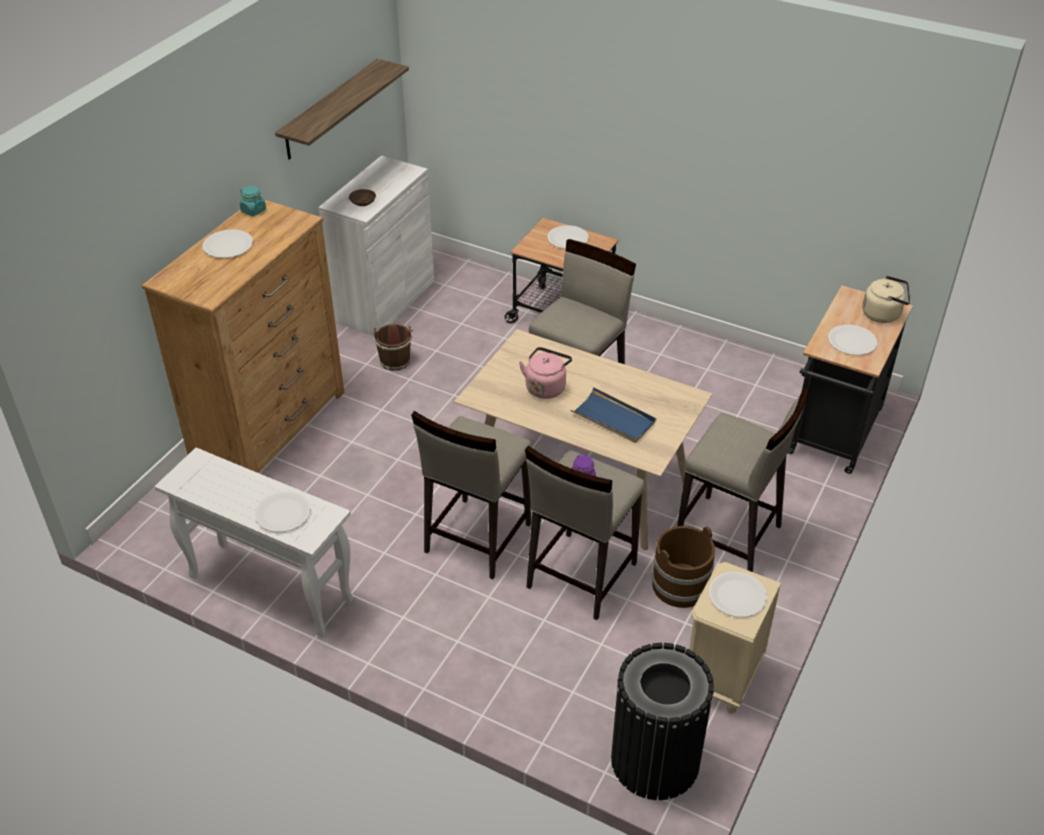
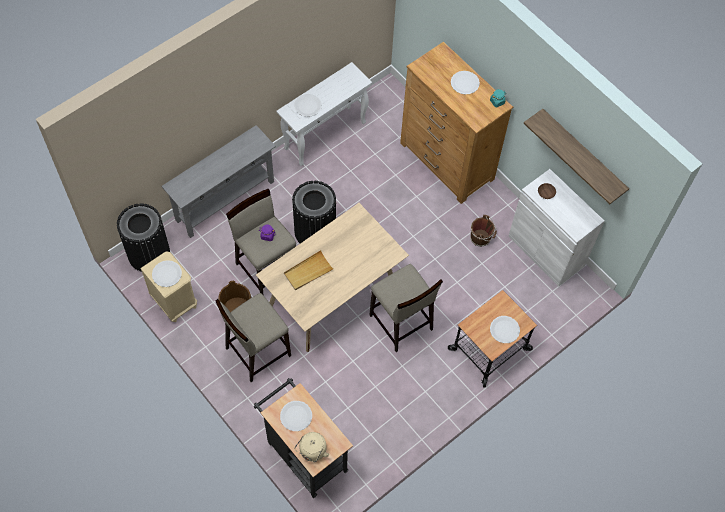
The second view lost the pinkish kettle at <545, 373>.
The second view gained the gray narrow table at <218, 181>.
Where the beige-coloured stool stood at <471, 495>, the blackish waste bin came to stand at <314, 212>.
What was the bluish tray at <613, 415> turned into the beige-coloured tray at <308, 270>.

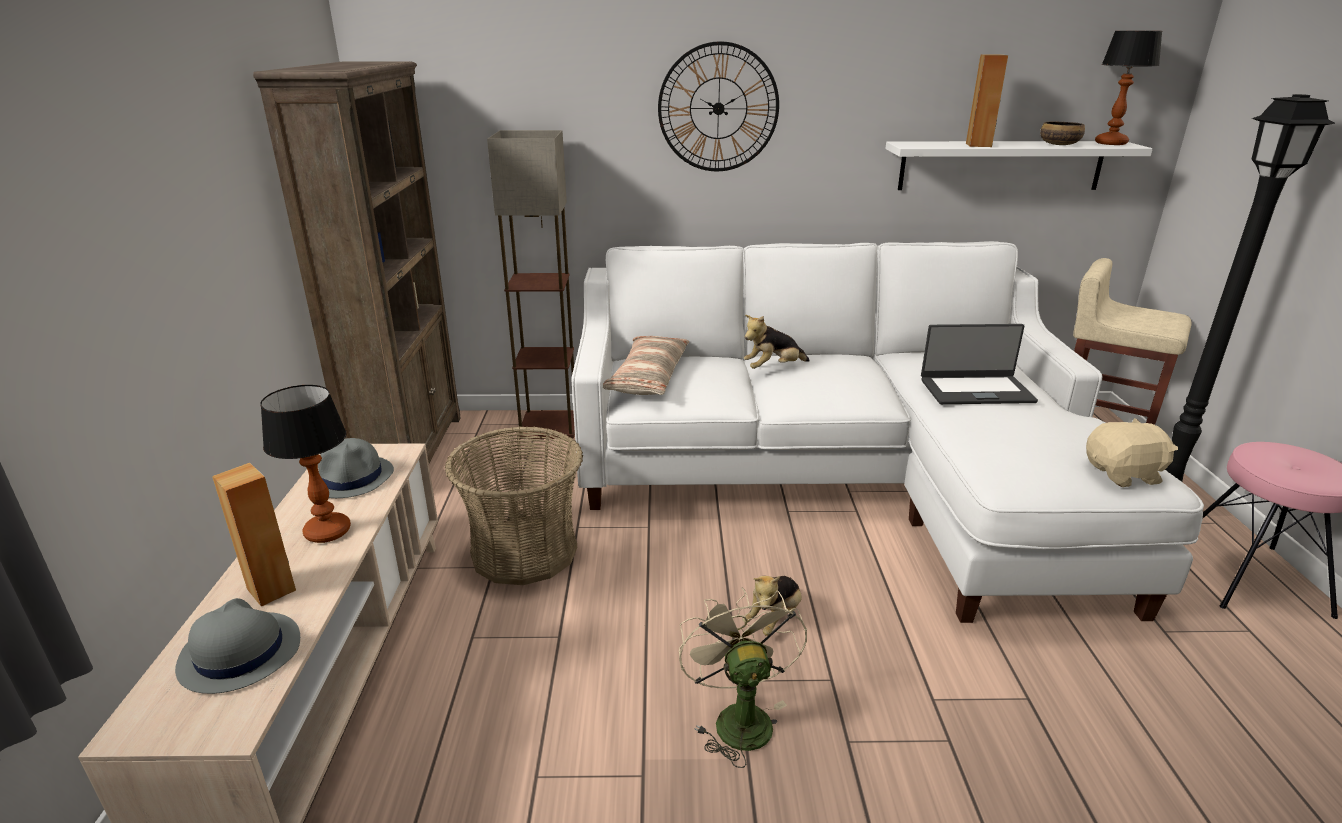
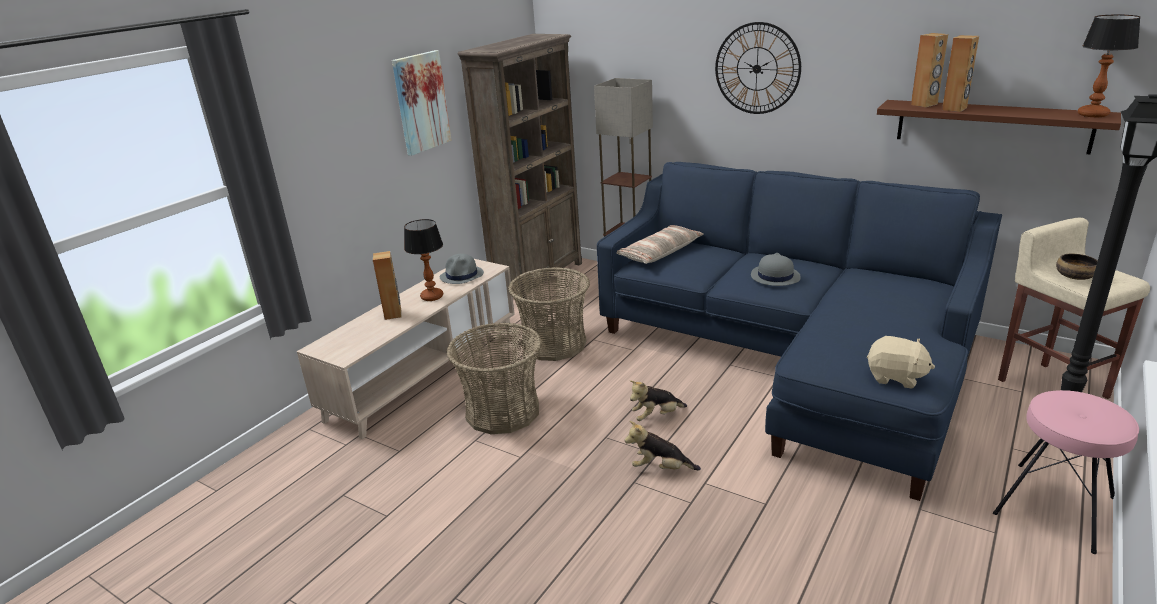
The second view lost the beige-coloured fan at <743, 677>.
The second view lost the notebook computer at <979, 364>.
The second view gained the picture at <422, 103>.
The second view gained the household basket at <494, 378>.
The second view gained the brown loudspeaker at <929, 70>.
The gray clothing hat ended up elsewhere, having gone from <237, 646> to <776, 269>.
The plush toy ended up elsewhere, having gone from <777, 342> to <662, 445>.
The serving bowl ended up elsewhere, having gone from <1062, 133> to <1077, 267>.
What was the white couch at <888, 432> turned into the bluish couch at <799, 331>.
What was the white wall shelf at <1019, 165> turned into the brown wall shelf at <999, 127>.

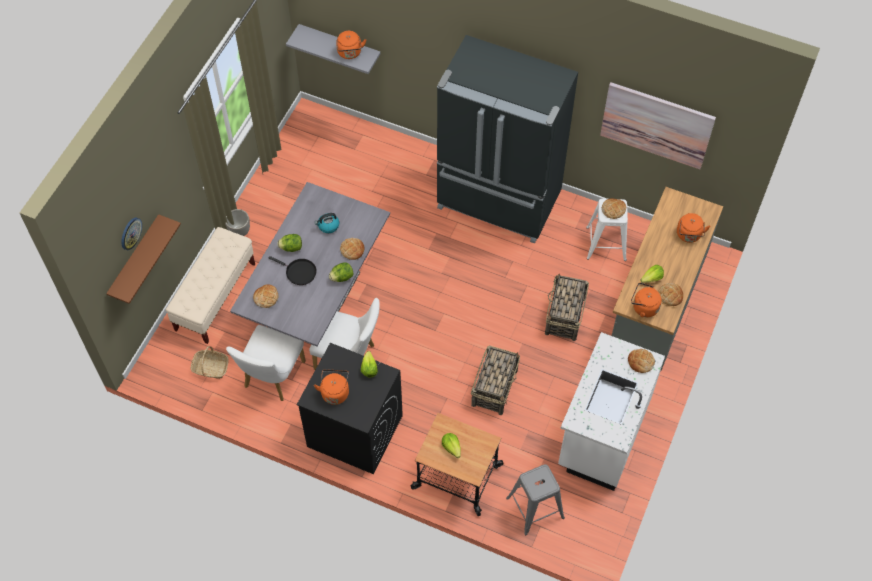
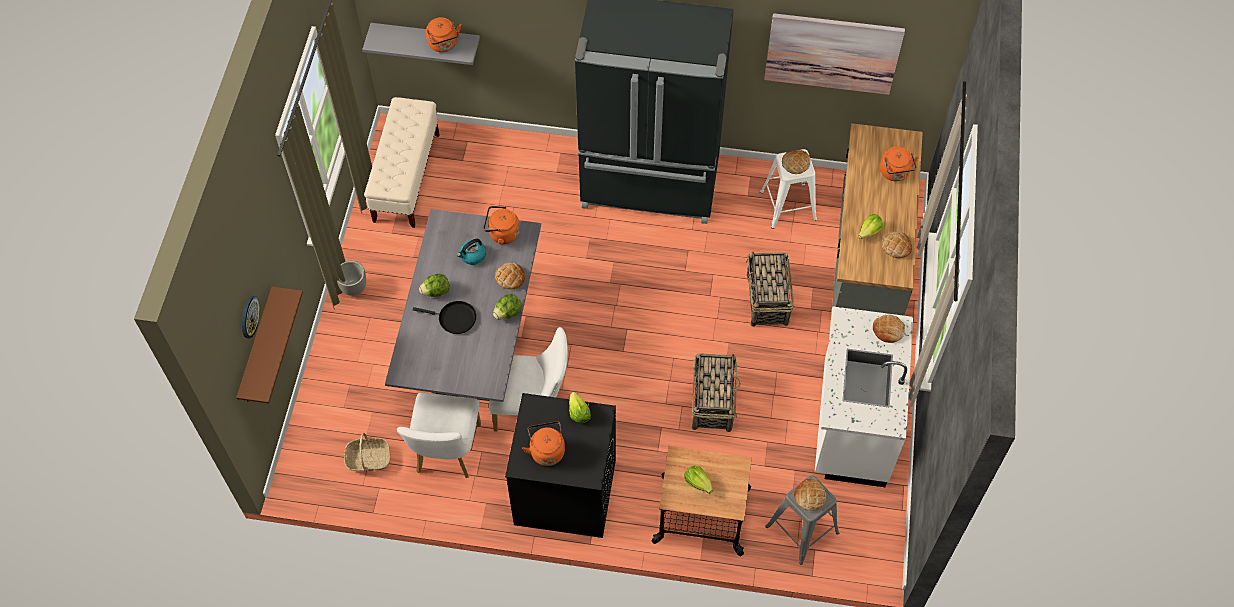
The beige-coloured bench ended up elsewhere, having gone from <210, 285> to <402, 162>.
The bakery bread ended up elsewhere, having gone from <265, 296> to <810, 495>.
The orangey kettle ended up elsewhere, having gone from <646, 299> to <502, 225>.

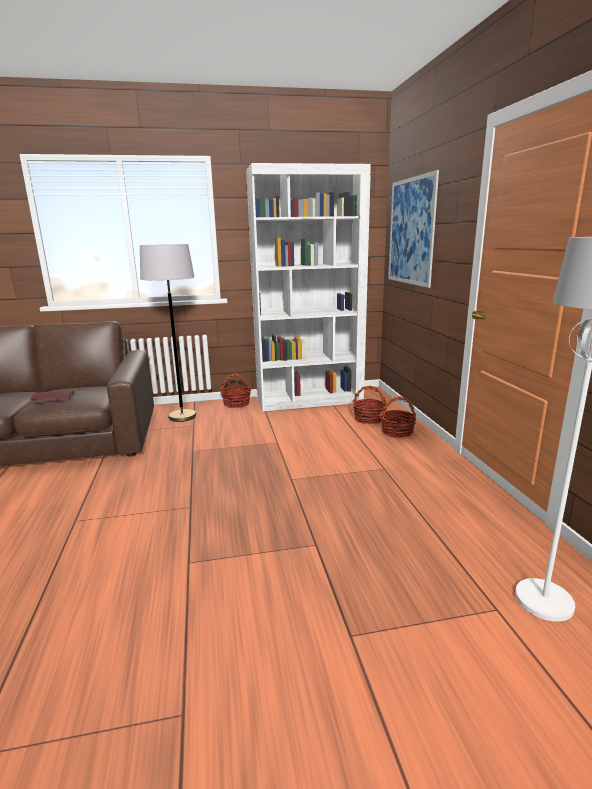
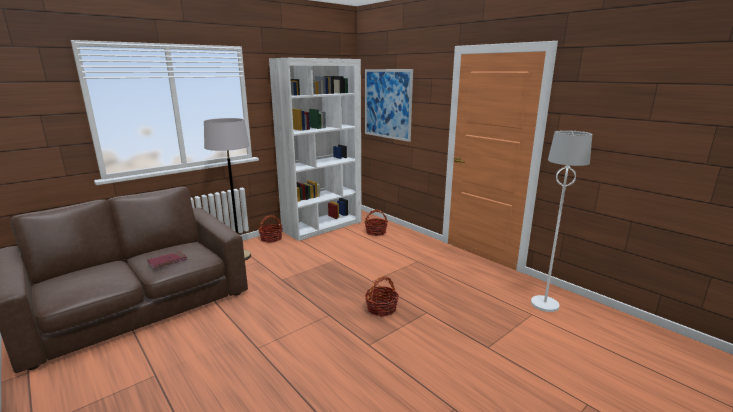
The household basket ended up elsewhere, having gone from <398, 417> to <382, 296>.

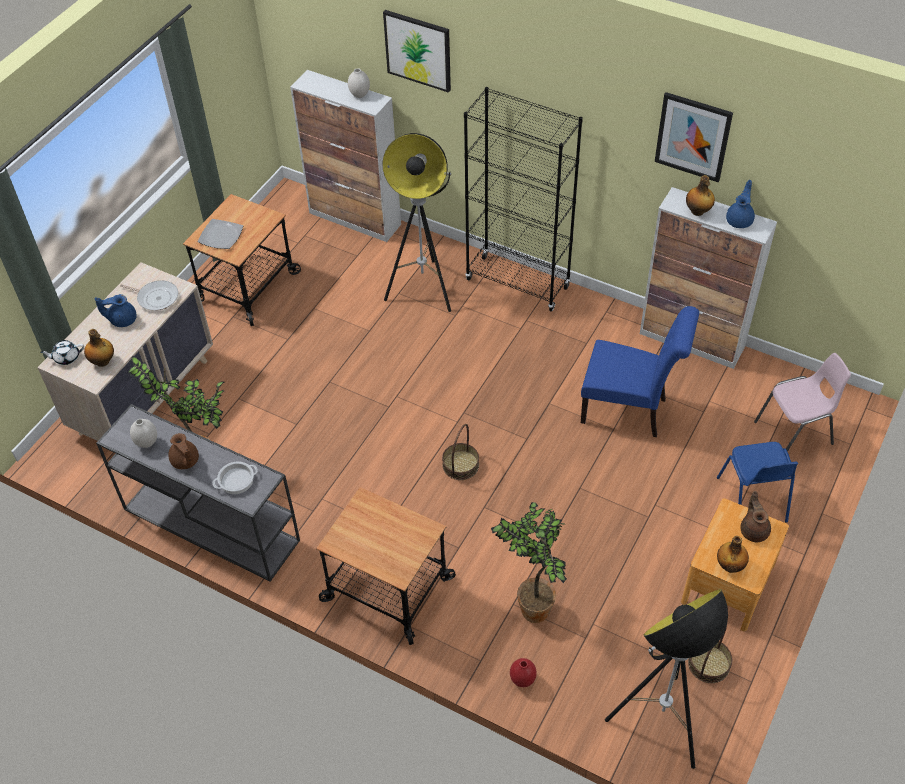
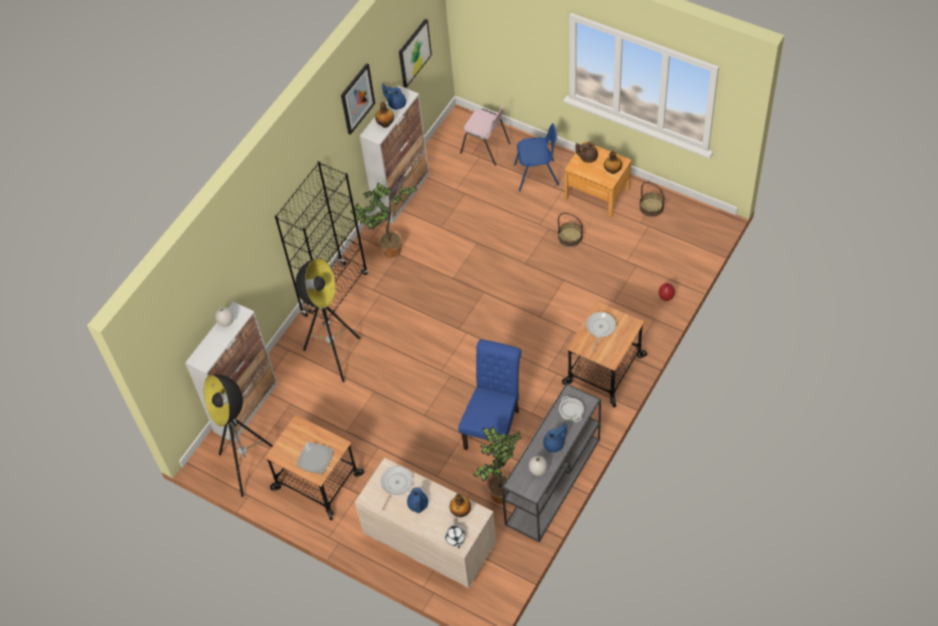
The second view gained the frying pan at <601, 332>.
The picture ended up elsewhere, having gone from <417, 51> to <415, 53>.
The household basket ended up elsewhere, having gone from <460, 452> to <570, 230>.
The houseplant ended up elsewhere, having gone from <529, 562> to <383, 220>.
The bluish plain chair ended up elsewhere, having gone from <640, 371> to <489, 394>.
The standing lamp ended up elsewhere, having gone from <666, 679> to <238, 435>.
What was the brown pot for tea at <183, 451> turned into the bluish pot for tea at <555, 438>.
The pinkish plain chair at <802, 402> ended up facing another way, 135 degrees clockwise from before.

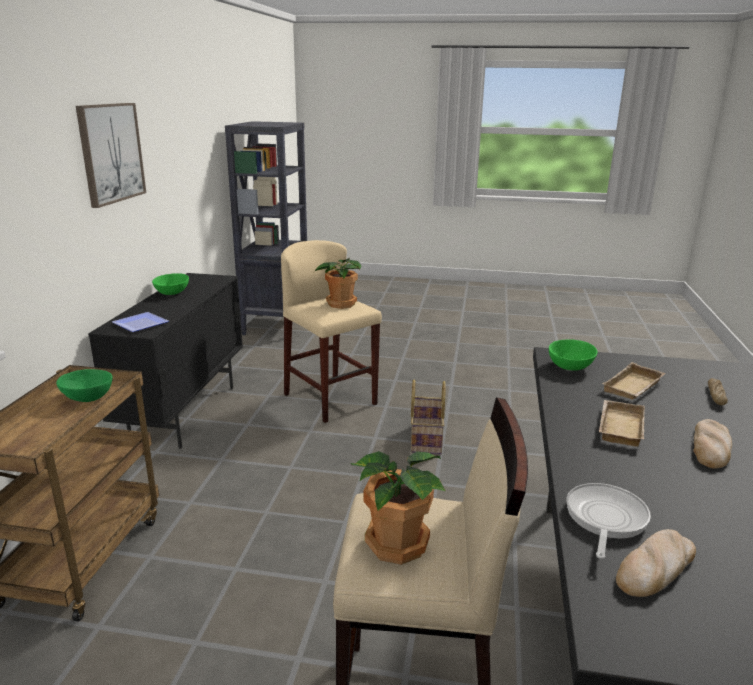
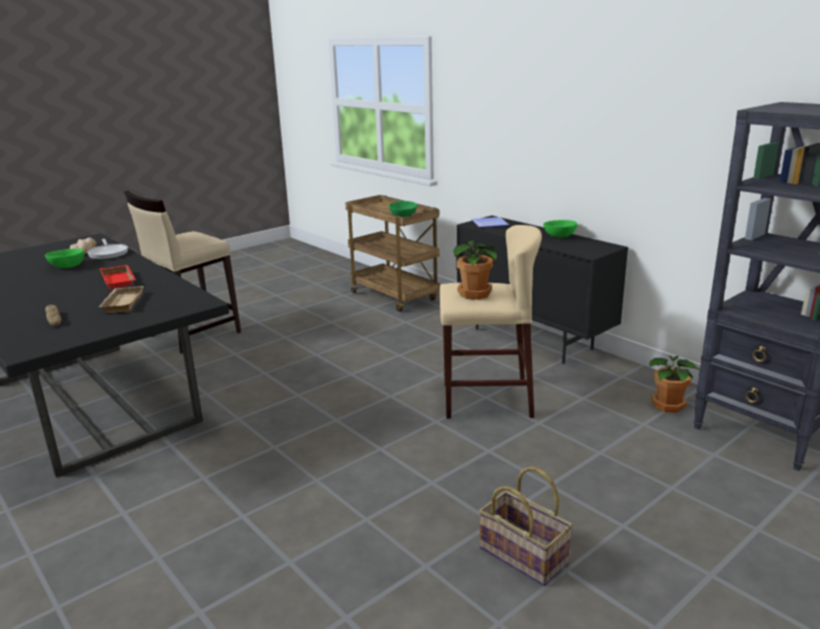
The second view lost the picture at <111, 155>.
The second view lost the bakery bread at <712, 444>.
The houseplant ended up elsewhere, having gone from <398, 508> to <674, 384>.
The household basket ended up elsewhere, having gone from <428, 417> to <526, 526>.
The greenish serving bowl ended up elsewhere, having gone from <573, 354> to <64, 258>.
What was the beige-coloured tray at <622, 423> turned into the red tray at <118, 277>.

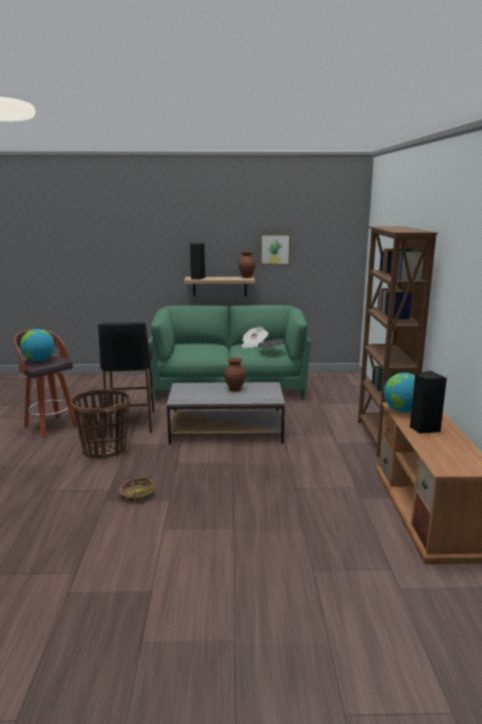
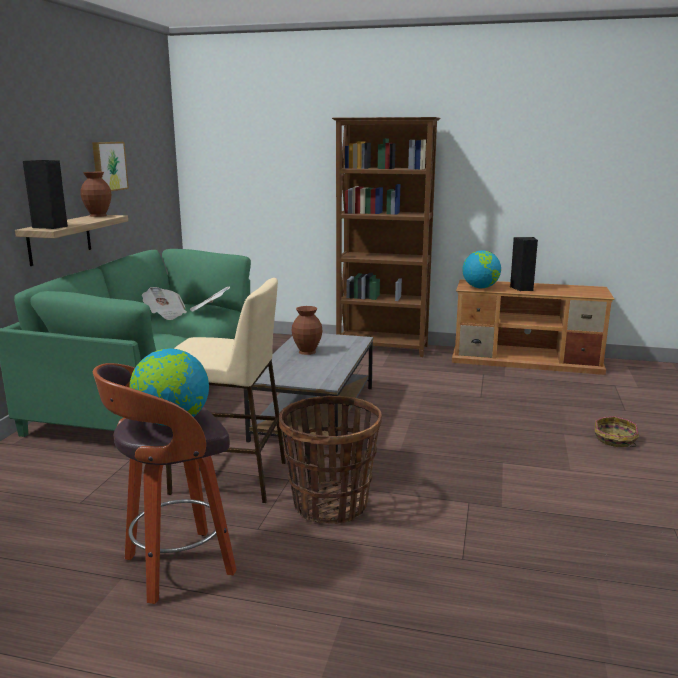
The household basket ended up elsewhere, having gone from <135, 489> to <617, 431>.
What was the blackish stool at <126, 378> turned into the beige-coloured stool at <226, 390>.

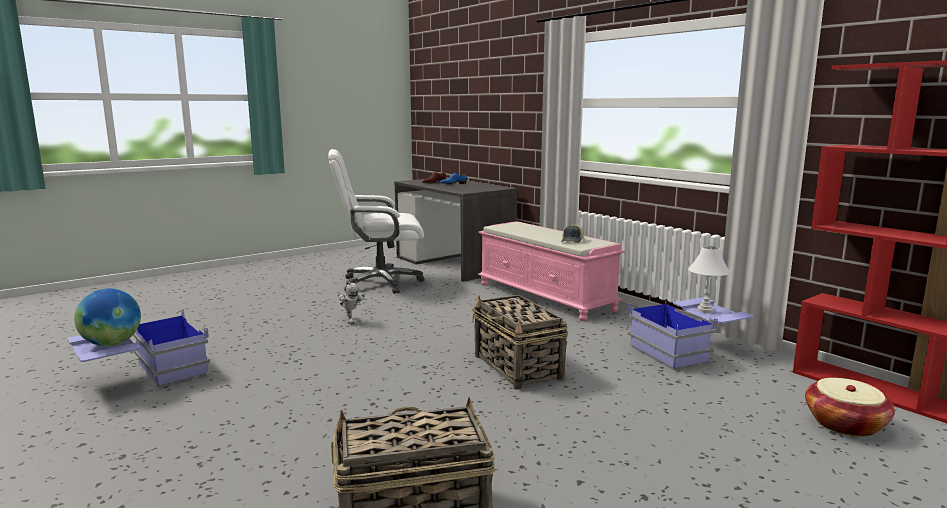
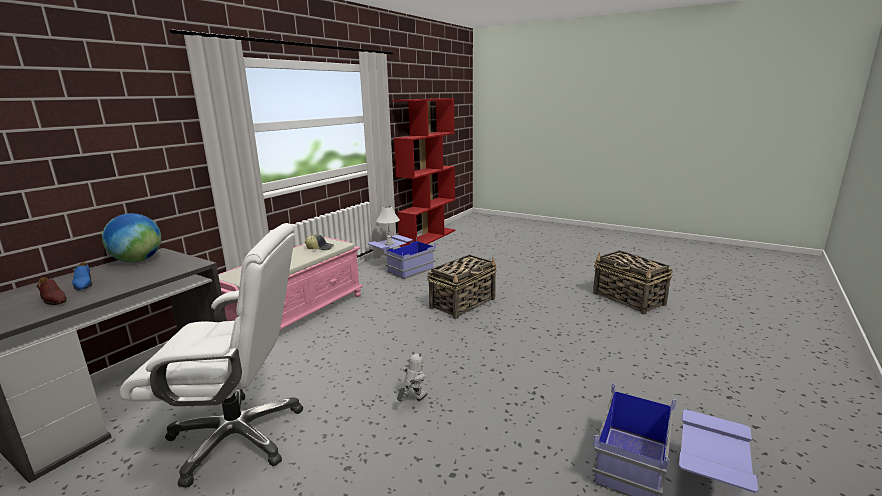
The second view lost the household basket at <850, 407>.
The world globe ended up elsewhere, having gone from <107, 317> to <131, 238>.
The white office chair at <376, 221> ended up facing another way, 60 degrees counterclockwise from before.

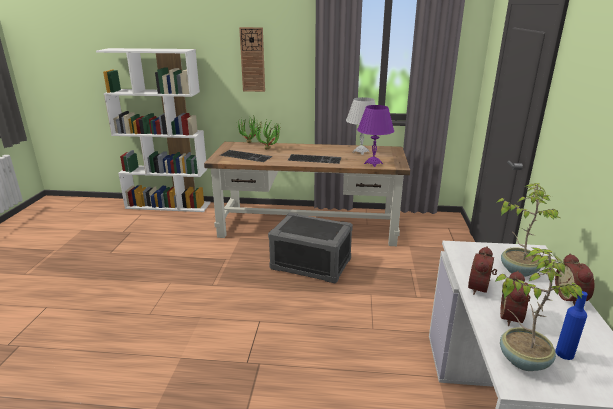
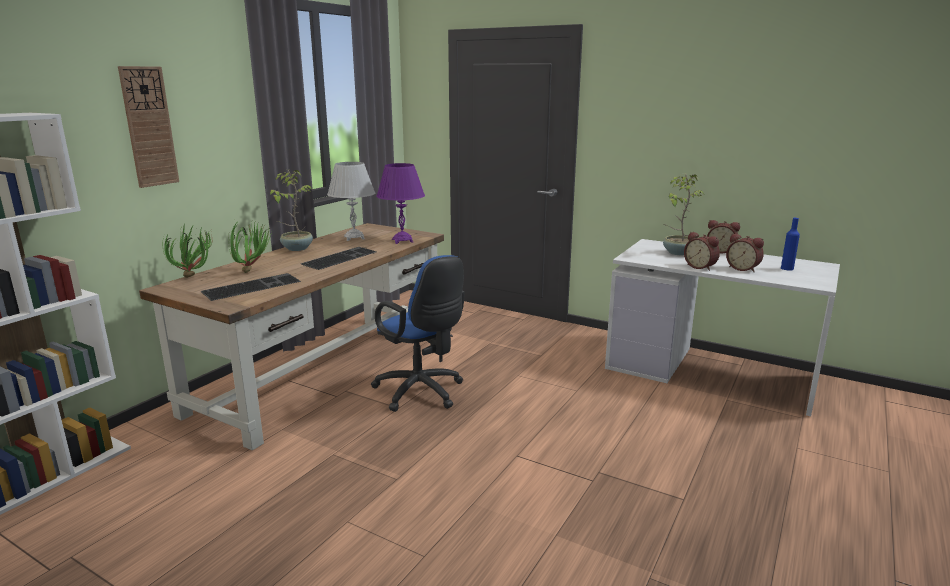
The houseplant ended up elsewhere, having gone from <540, 309> to <291, 210>.
Where the gray storage box stood at <310, 247>, the bluish office chair came to stand at <418, 333>.

